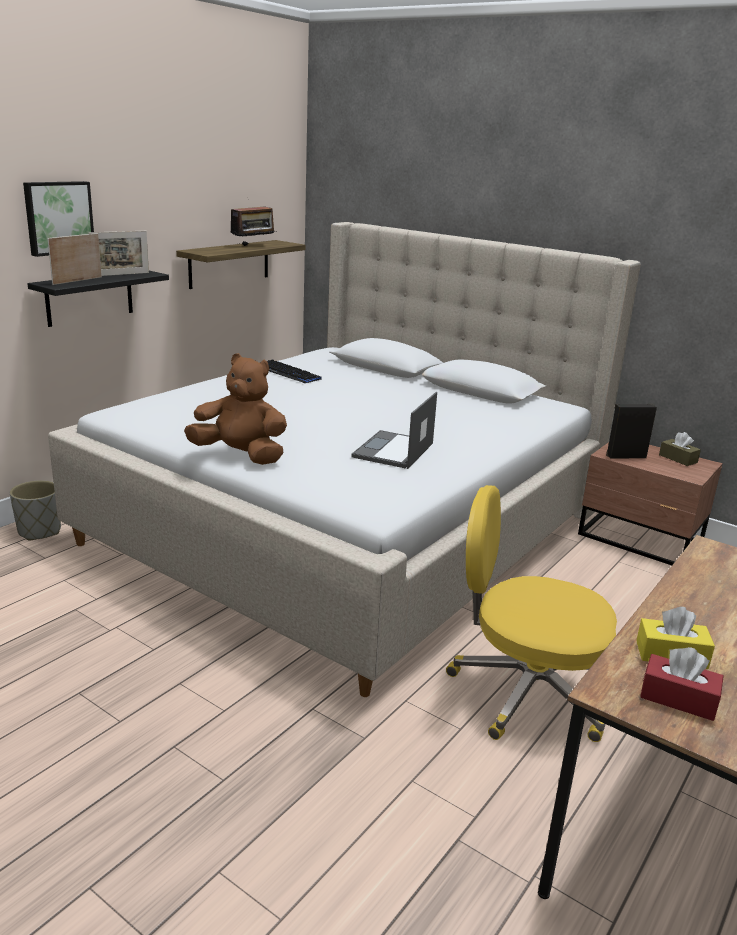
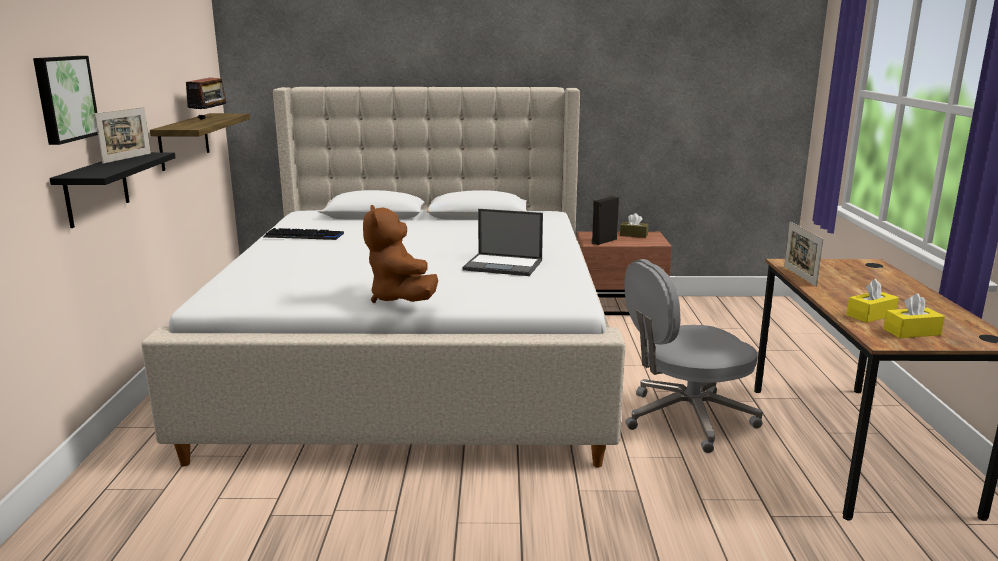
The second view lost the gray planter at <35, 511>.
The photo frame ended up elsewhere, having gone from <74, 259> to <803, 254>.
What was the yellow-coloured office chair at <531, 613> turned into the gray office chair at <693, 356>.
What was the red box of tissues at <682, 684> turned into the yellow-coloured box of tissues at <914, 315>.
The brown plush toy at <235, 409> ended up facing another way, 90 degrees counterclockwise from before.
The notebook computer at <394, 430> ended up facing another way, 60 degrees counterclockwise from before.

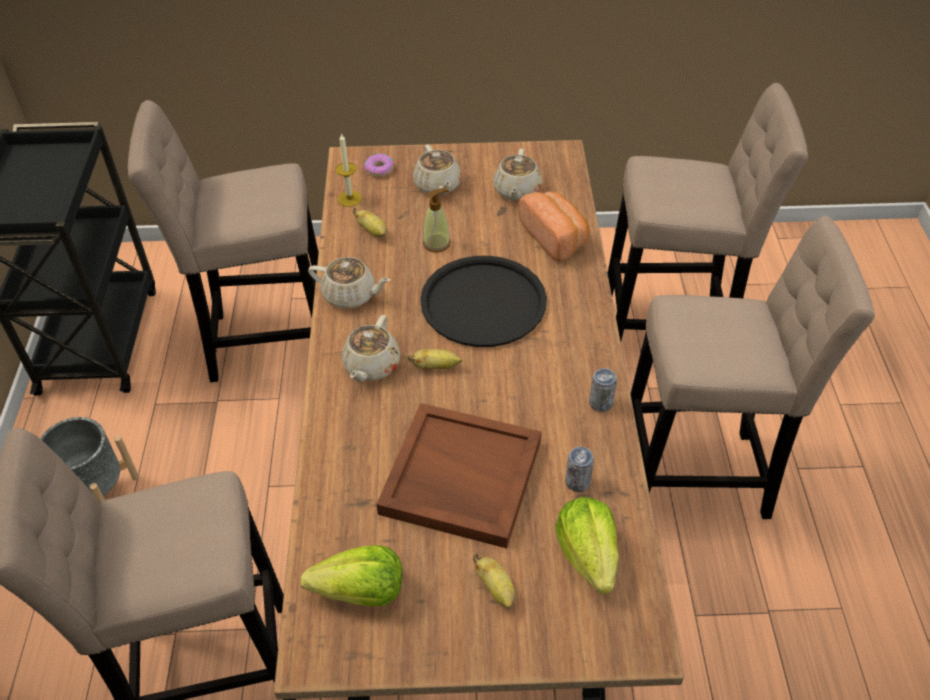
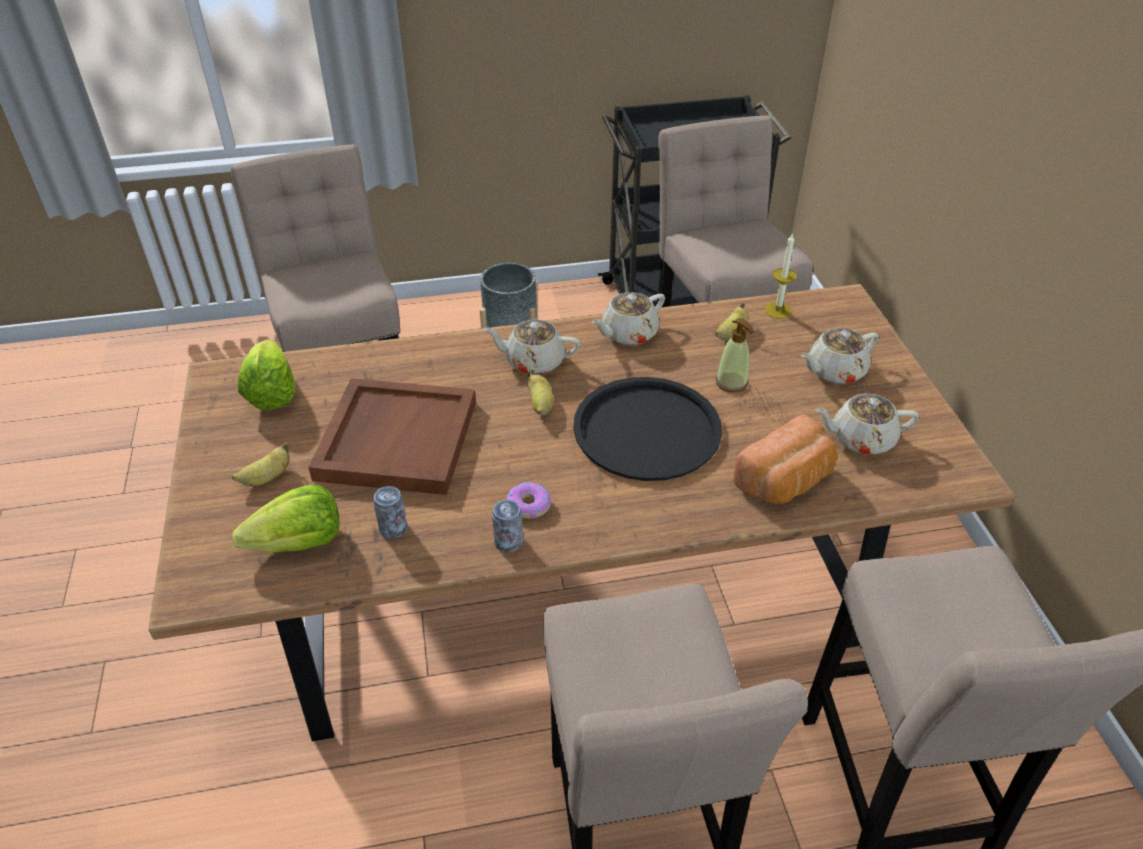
The doughnut ended up elsewhere, having gone from <379, 165> to <529, 500>.
The beige-coloured pot for tea at <349, 283> ended up facing another way, 45 degrees clockwise from before.

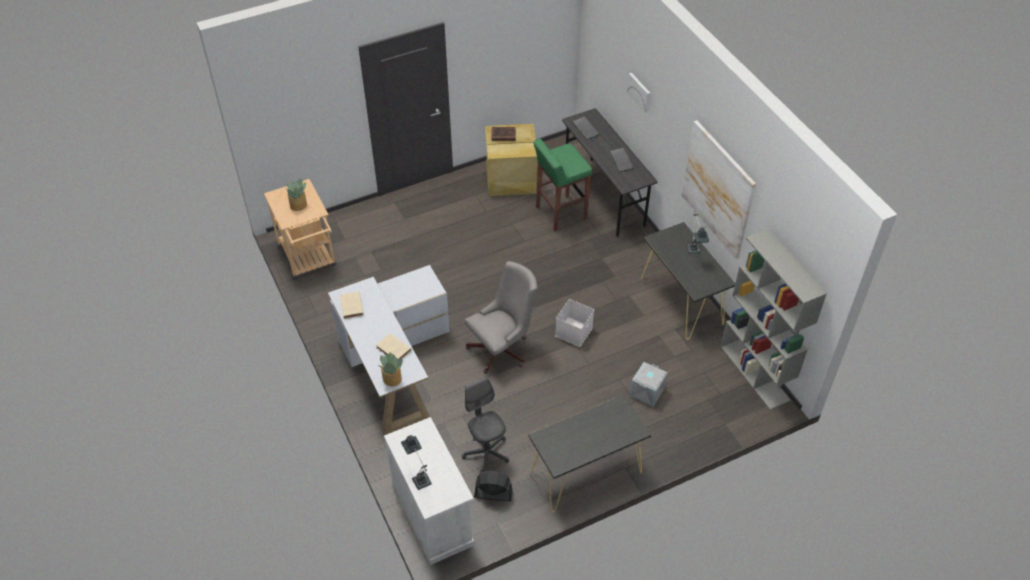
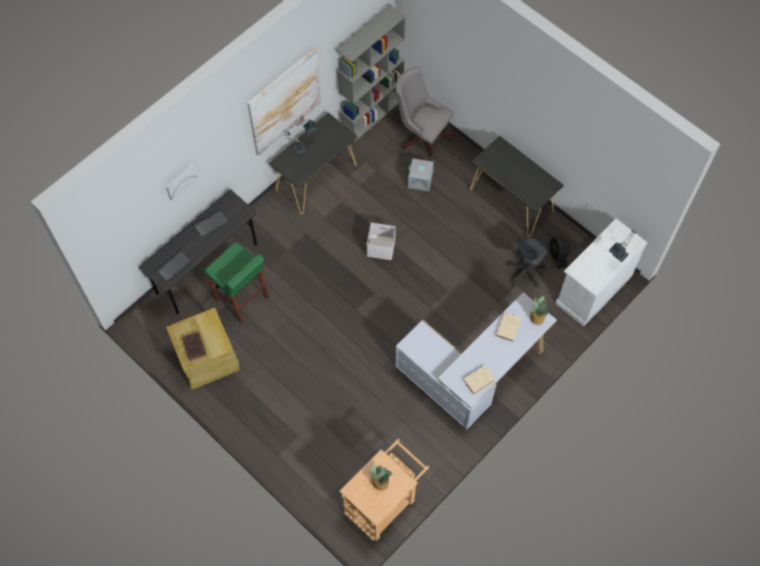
The gray office chair ended up elsewhere, having gone from <501, 317> to <425, 112>.

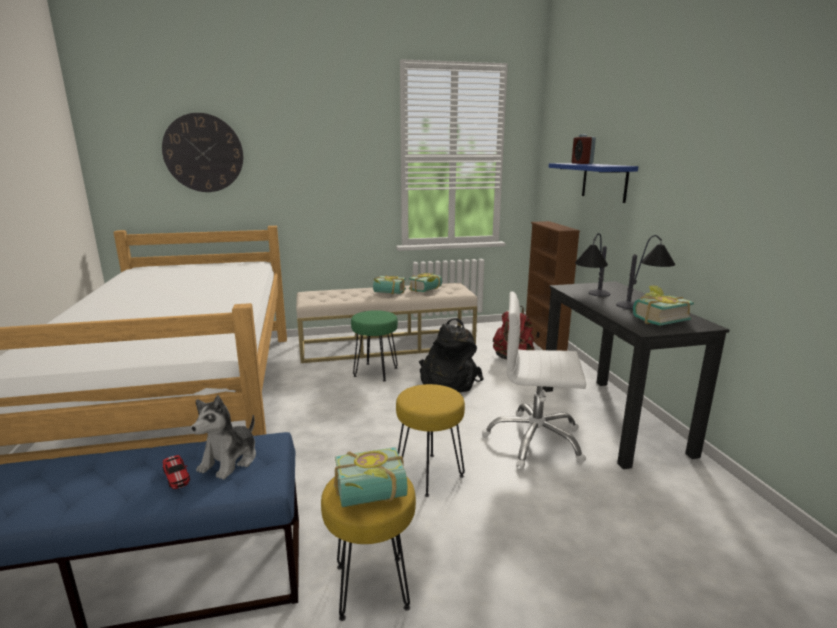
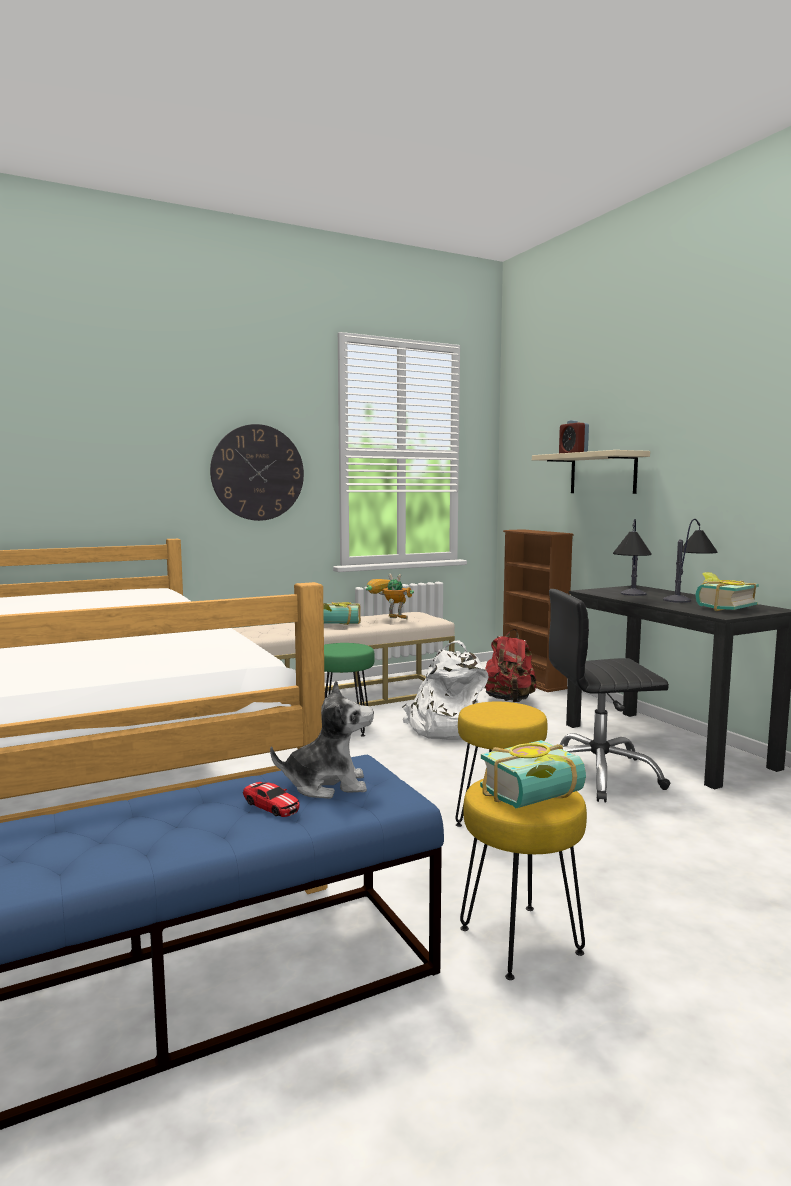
The wall clock ended up elsewhere, having gone from <202, 152> to <257, 472>.
Where the volume stood at <425, 282>, the model robot came to stand at <390, 596>.
What was the blackish backpack at <451, 355> turned into the white backpack at <445, 690>.
What was the white office chair at <534, 379> turned into the blackish office chair at <609, 695>.
What was the bluish wall shelf at <593, 183> turned into the beige-coloured wall shelf at <591, 472>.
The plush toy at <223, 437> ended up facing another way, 105 degrees counterclockwise from before.

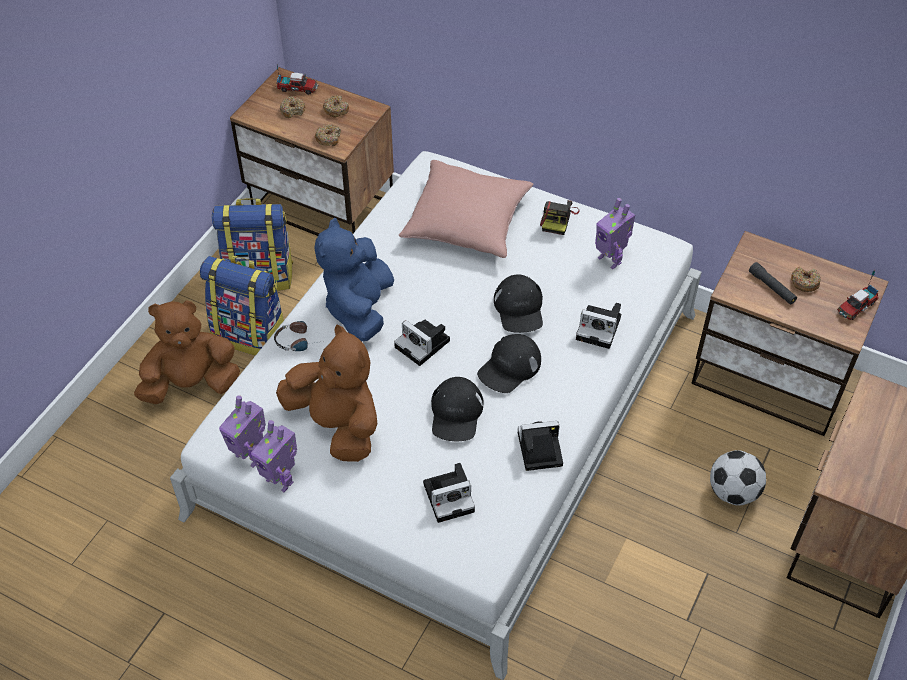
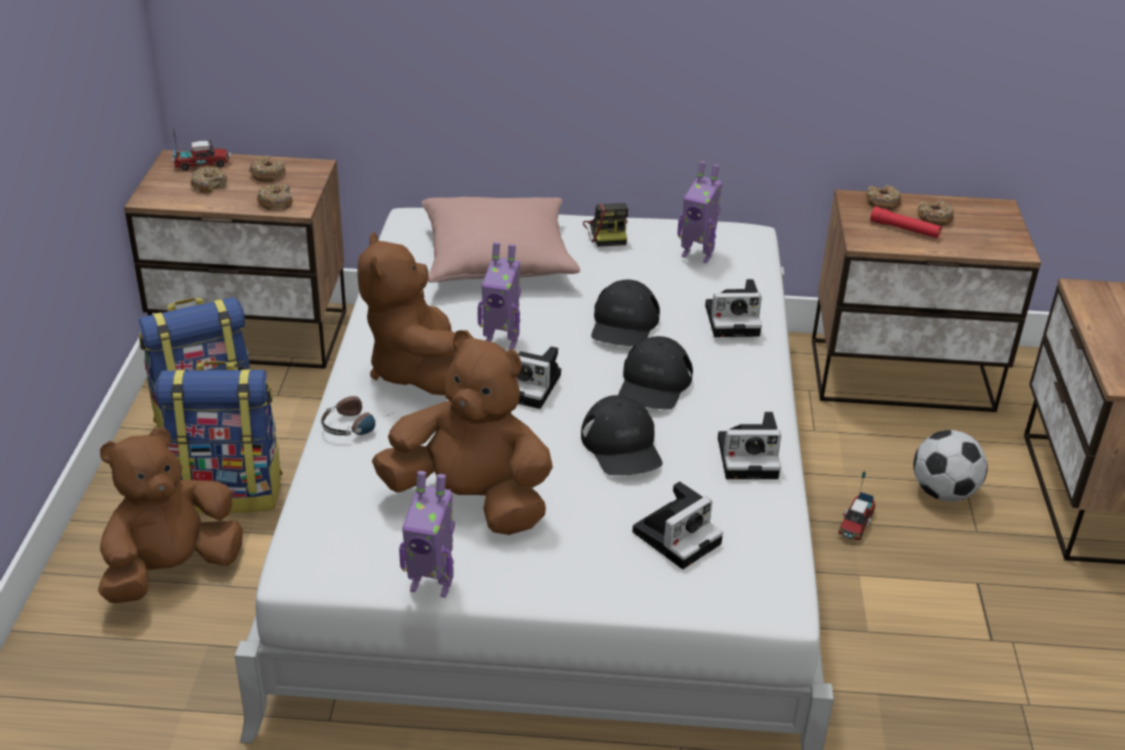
The second view gained the doughnut at <883, 197>.
The model robot ended up elsewhere, having gone from <242, 431> to <499, 296>.
The model truck ended up elsewhere, having gone from <858, 295> to <857, 505>.
What was the bluish plush toy at <354, 279> turned into the brown plush toy at <407, 314>.
What was the blackish flashlight at <773, 283> turned into the red flashlight at <906, 222>.
The blackish peaked cap at <518, 303> ended up facing another way, 45 degrees clockwise from before.
The still camera at <540, 446> ended up facing another way, 150 degrees counterclockwise from before.

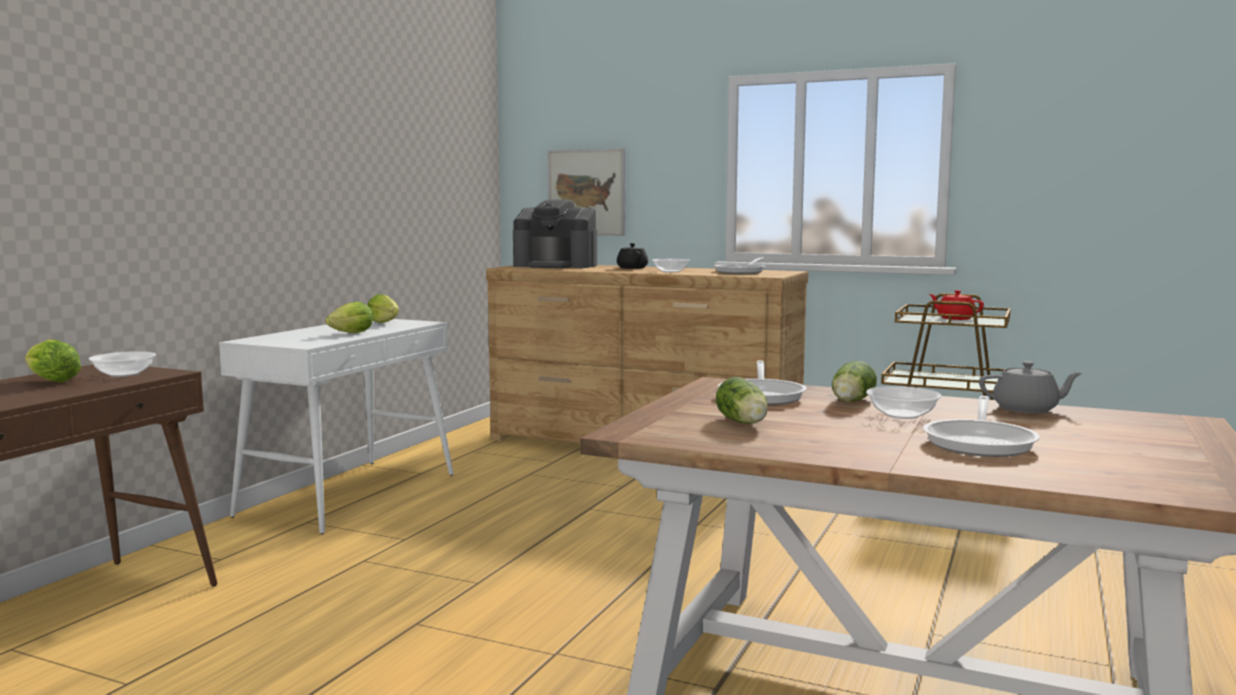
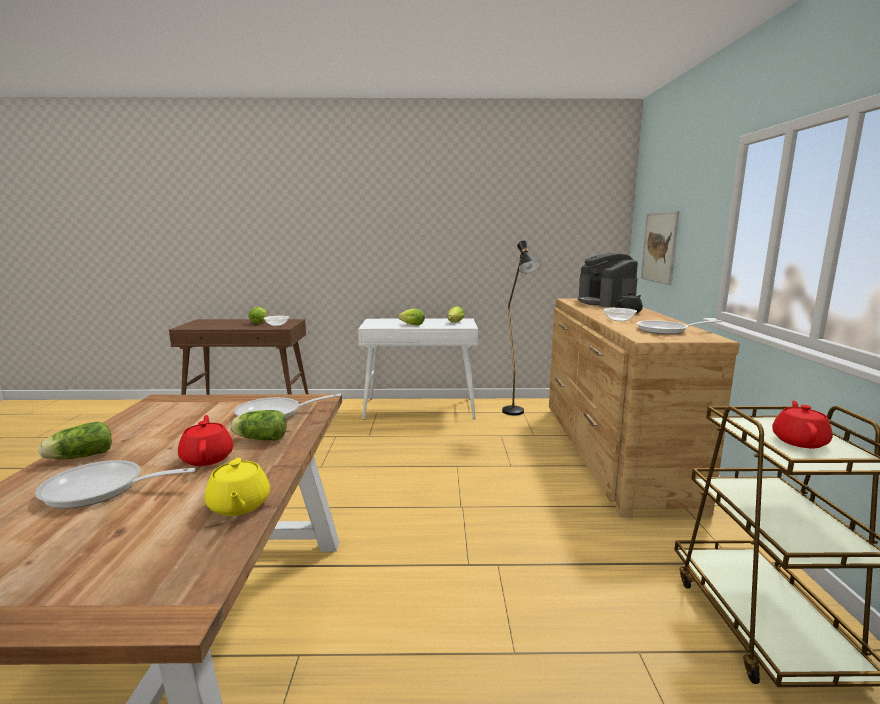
The second view gained the blackish standing lamp at <521, 327>.
The lettuce ended up elsewhere, having gone from <742, 400> to <75, 440>.
Where the serving bowl stood at <903, 402>, the red pot for tea came to stand at <205, 440>.
What was the gray pot for tea at <1030, 387> turned into the yellow-coloured pot for tea at <237, 487>.

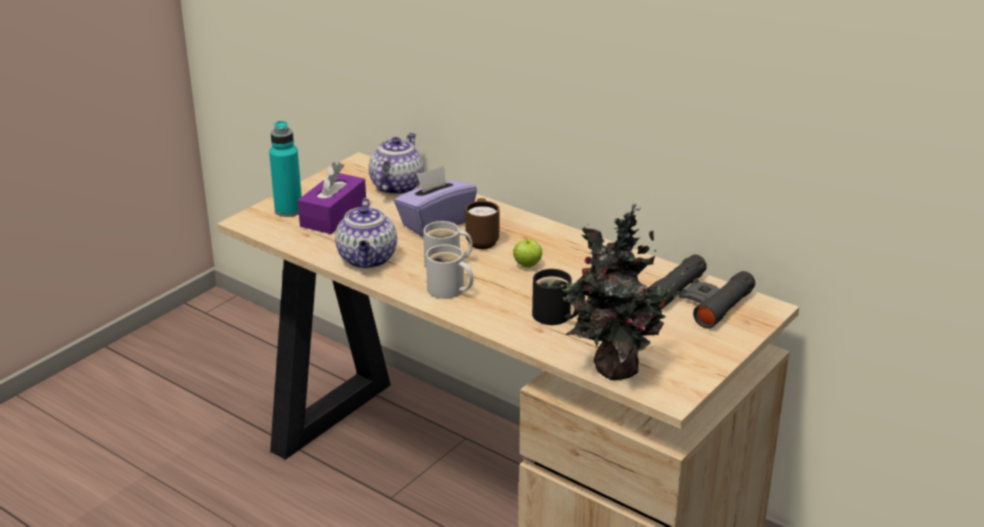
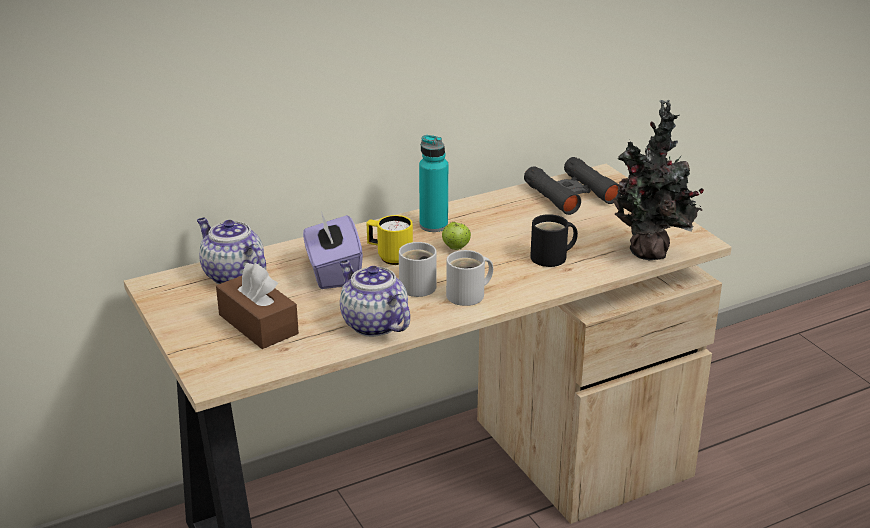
The turquoise bottle ended up elsewhere, having gone from <285, 169> to <433, 183>.
What was the purple box of tissues at <332, 198> turned into the brown box of tissues at <257, 306>.
What was the brown coffee mug at <482, 223> turned into the yellow-coloured coffee mug at <390, 240>.
The pot for tea at <366, 233> ended up facing another way, 150 degrees counterclockwise from before.

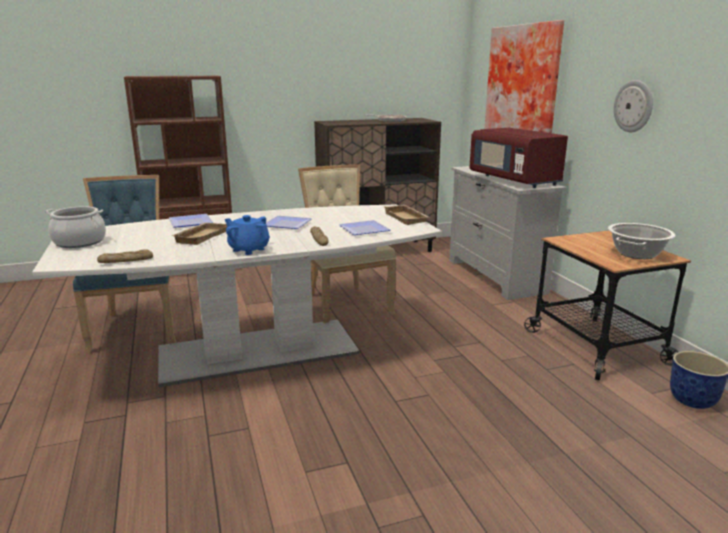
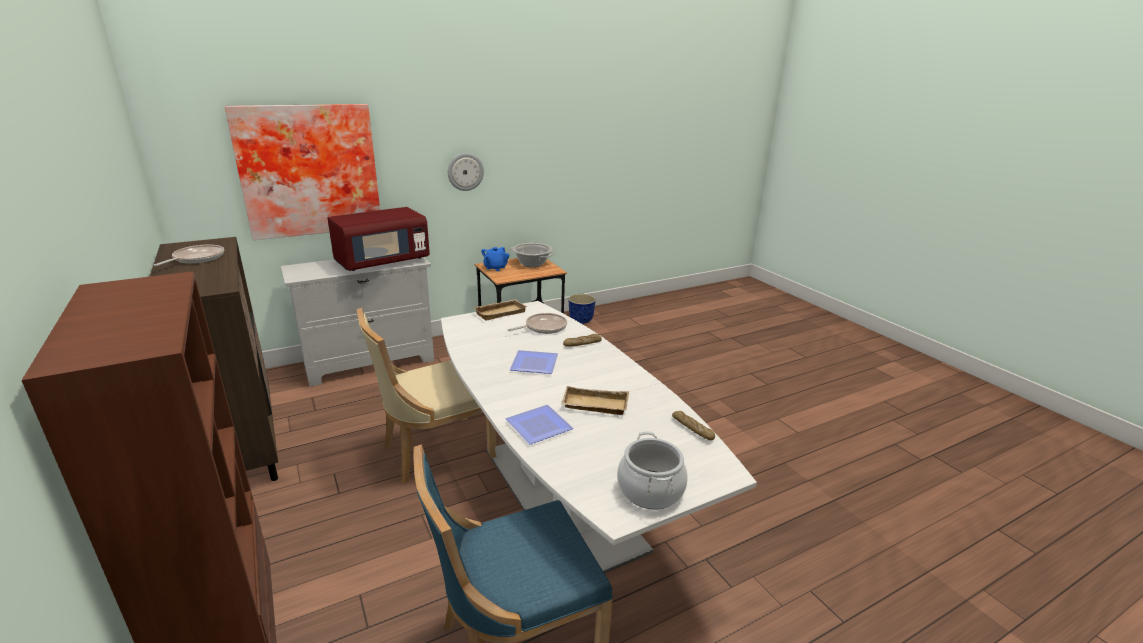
The bluish pot for tea ended up elsewhere, having gone from <247, 235> to <495, 259>.
Where the dinner plate stood at <365, 227>, the frying pan came to stand at <537, 323>.

